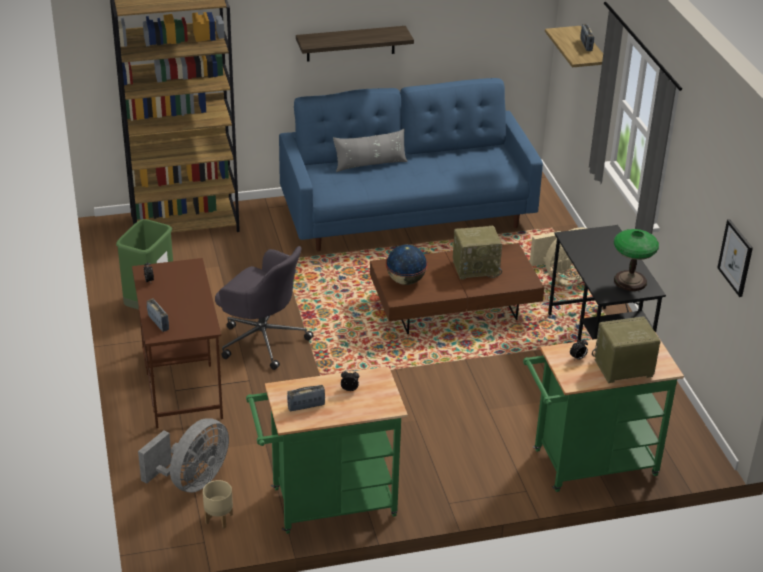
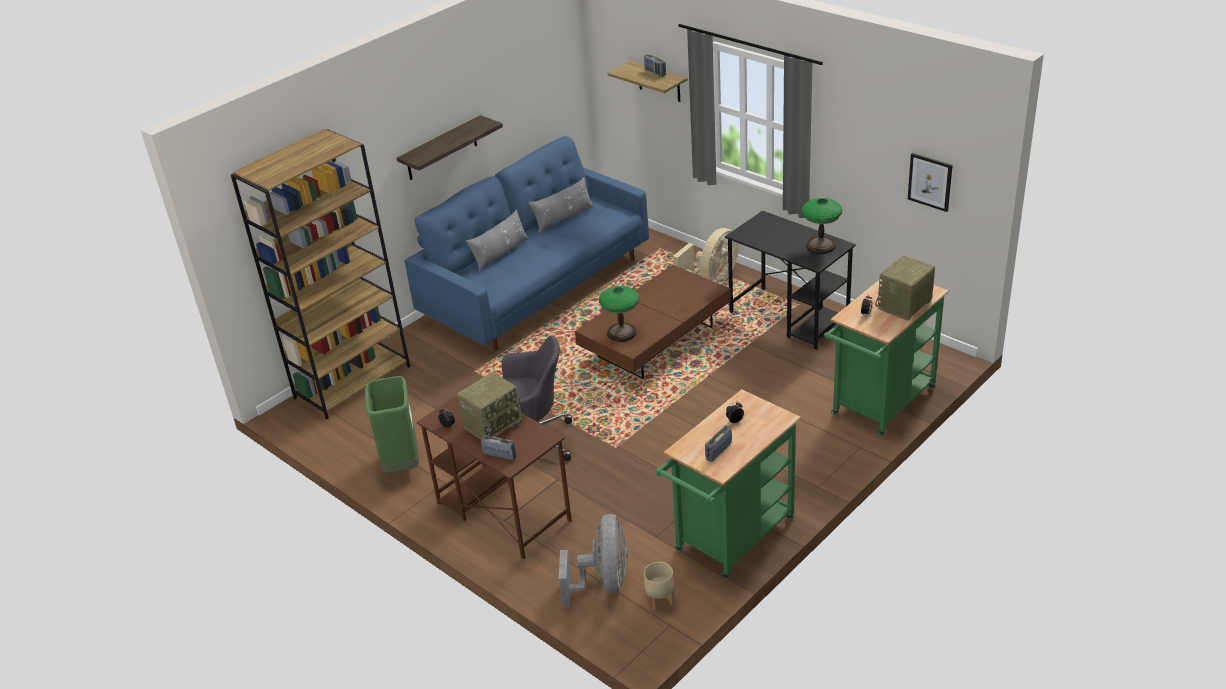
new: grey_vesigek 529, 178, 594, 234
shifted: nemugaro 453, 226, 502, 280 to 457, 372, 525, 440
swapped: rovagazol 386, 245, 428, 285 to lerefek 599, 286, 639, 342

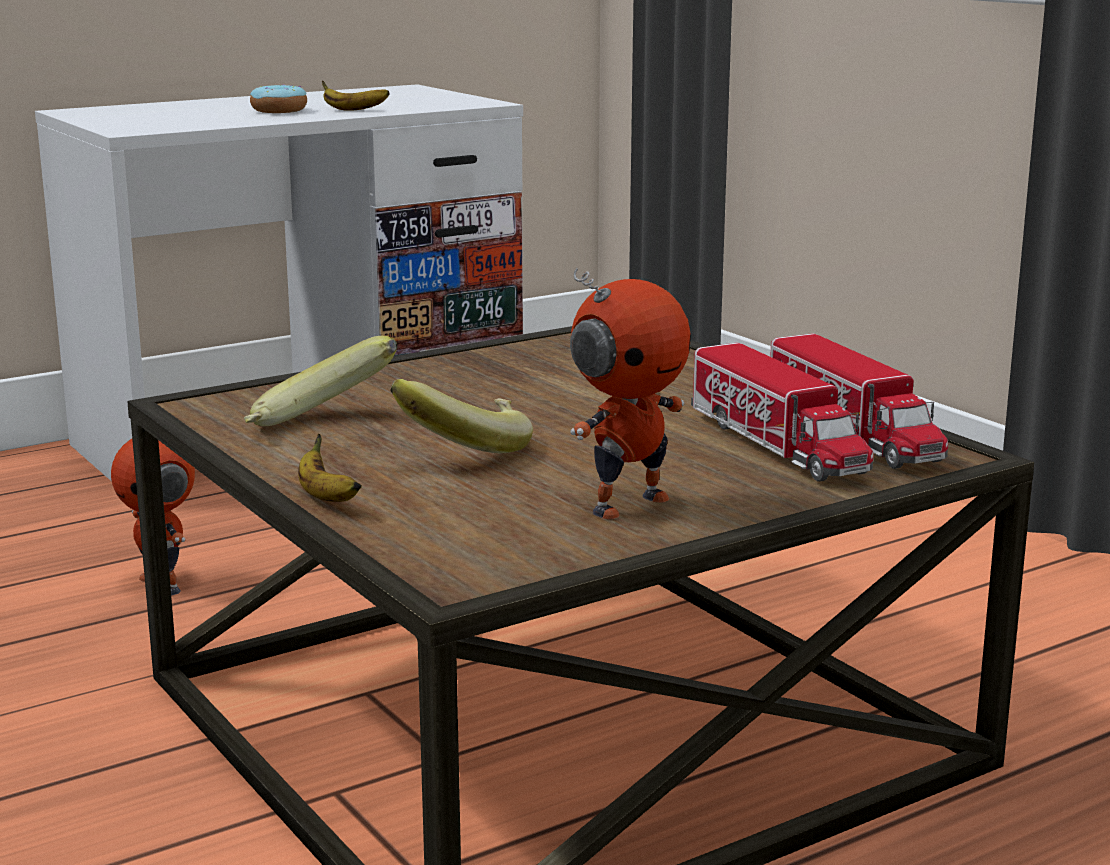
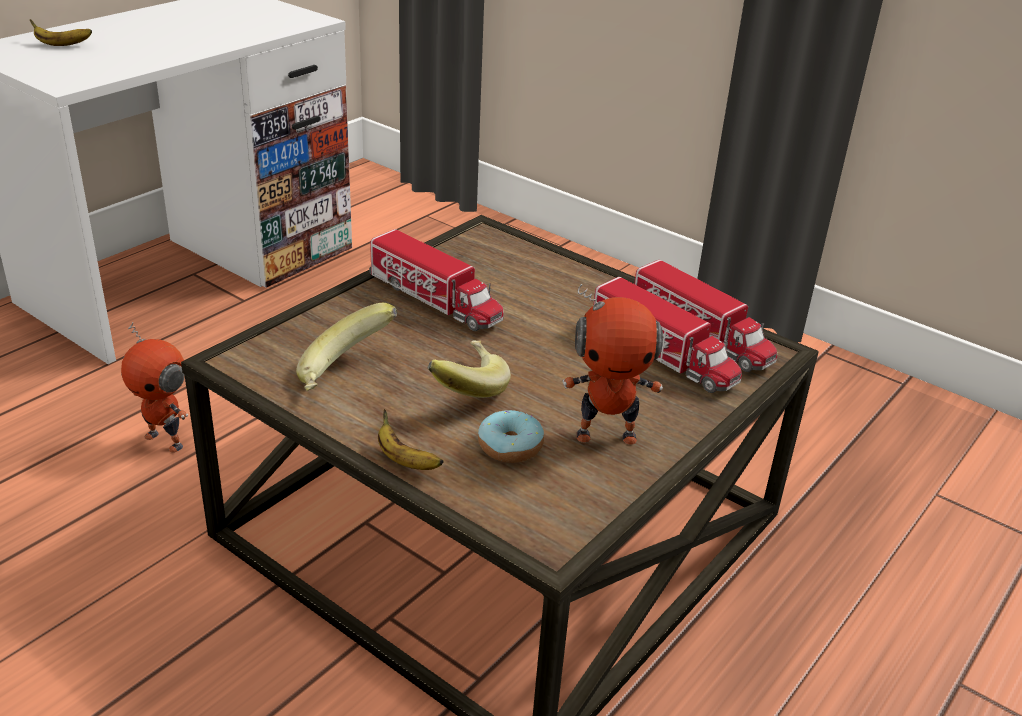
new: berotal 369, 229, 504, 331
shifted: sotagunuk 322, 81, 390, 111 to 30, 19, 92, 46; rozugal 250, 85, 307, 113 to 478, 410, 544, 463
rotated: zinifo 570, 268, 691, 519 = 562, 284, 663, 445 60 degrees clockwise

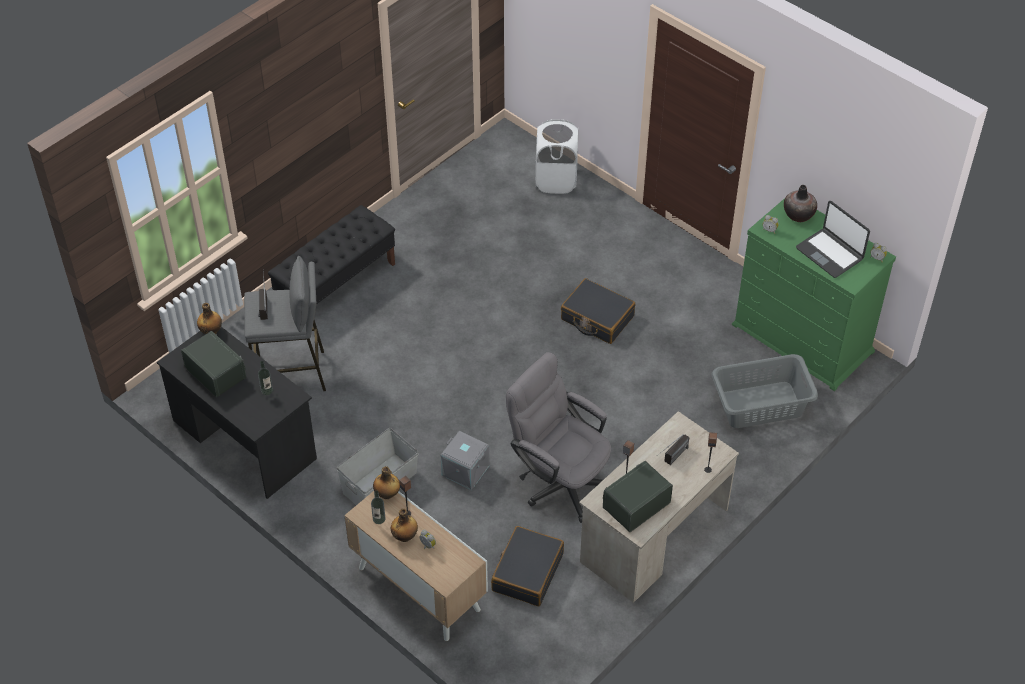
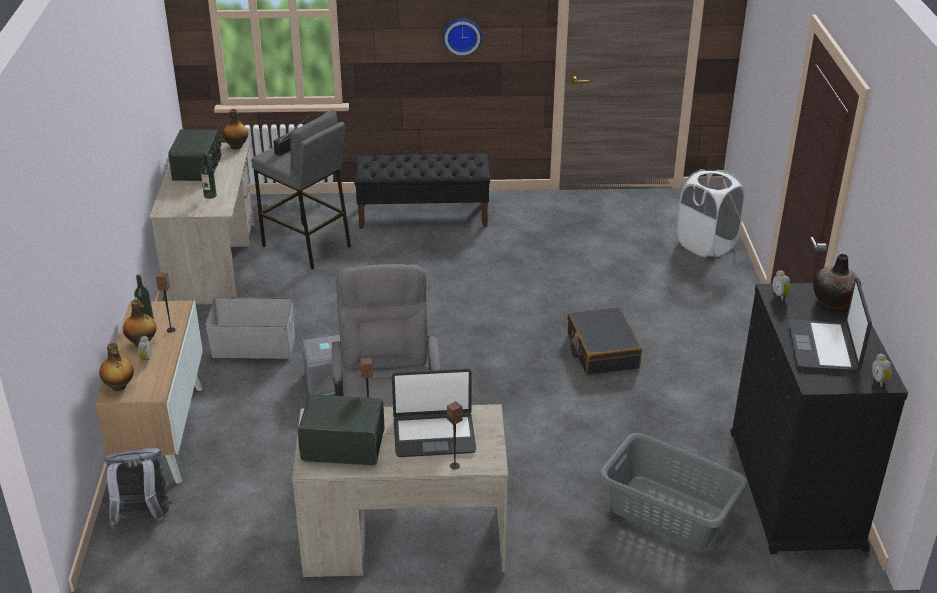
gone: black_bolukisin 491, 526, 564, 606
new: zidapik 443, 19, 482, 56; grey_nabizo 105, 448, 172, 528
shifted: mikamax 373, 466, 400, 499 to 99, 342, 134, 391
swapped: nemugaro 658, 434, 690, 465 to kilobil 392, 368, 476, 457
repainted: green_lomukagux 732, 198, 896, 391 to black_lomukagux 730, 283, 908, 554; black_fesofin 157, 327, 317, 499 to beige_fesofin 149, 142, 254, 305

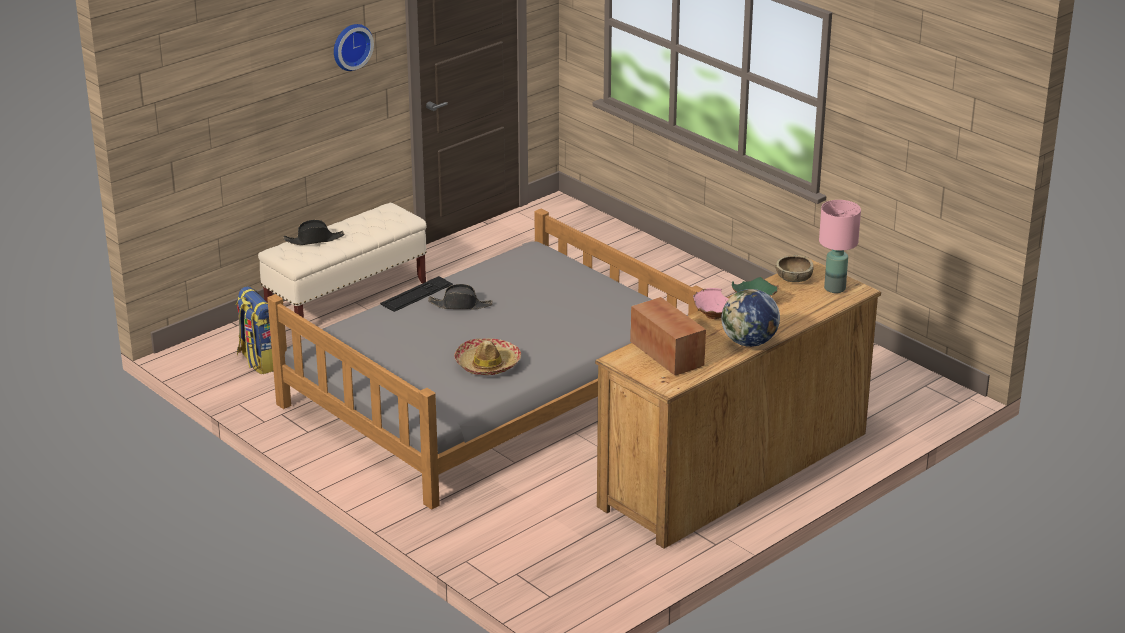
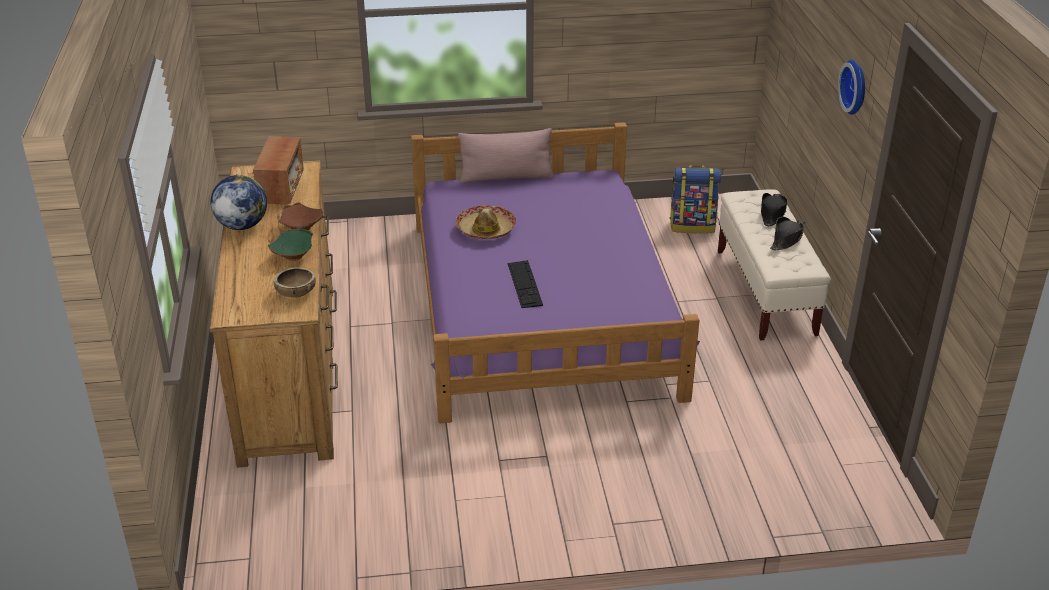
gone: pink_lerefek 819, 200, 861, 293
new: pink_vesigek 458, 128, 554, 183
shifted: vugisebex 380, 276, 453, 312 to 508, 260, 543, 308; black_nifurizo 428, 284, 493, 310 to 770, 217, 806, 250
repainted: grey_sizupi 267, 208, 703, 510 to purple_sizupi 411, 122, 700, 423; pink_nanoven 693, 288, 729, 319 to brown_nanoven 278, 202, 323, 230
rotated: nemugaro 630, 297, 706, 375 = 253, 137, 304, 204 90 degrees counterclockwise

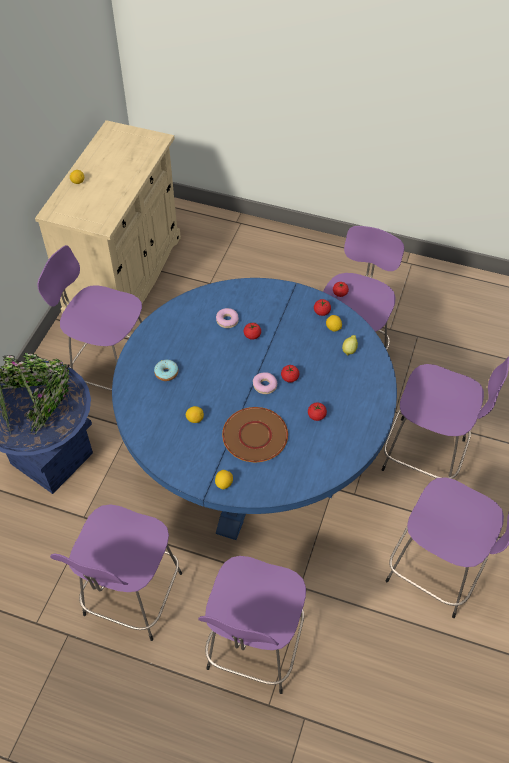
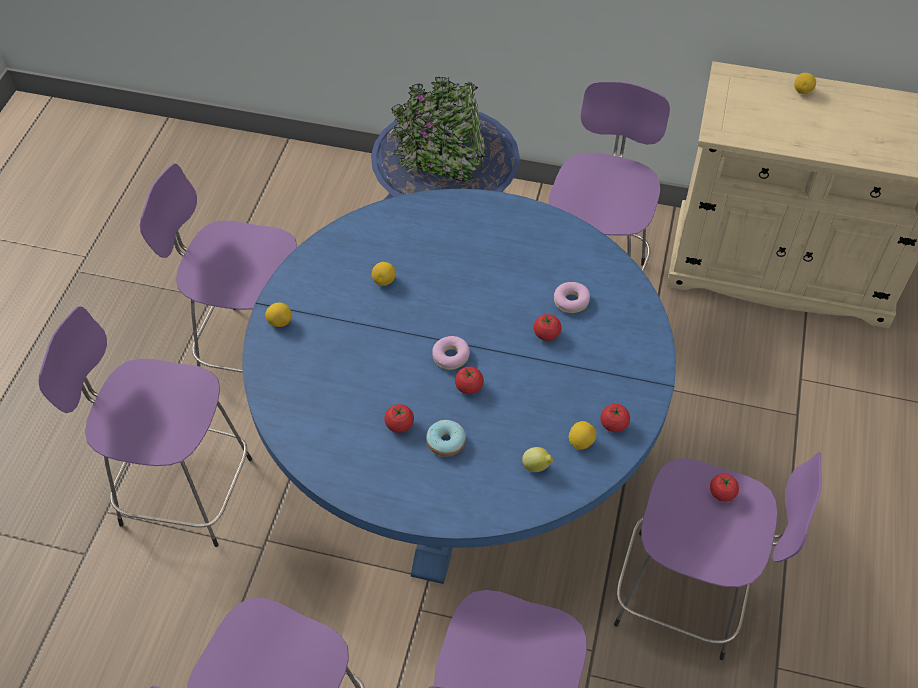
gone: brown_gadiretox 222, 407, 288, 462
shifted: rozugal 154, 360, 178, 381 to 426, 420, 466, 456

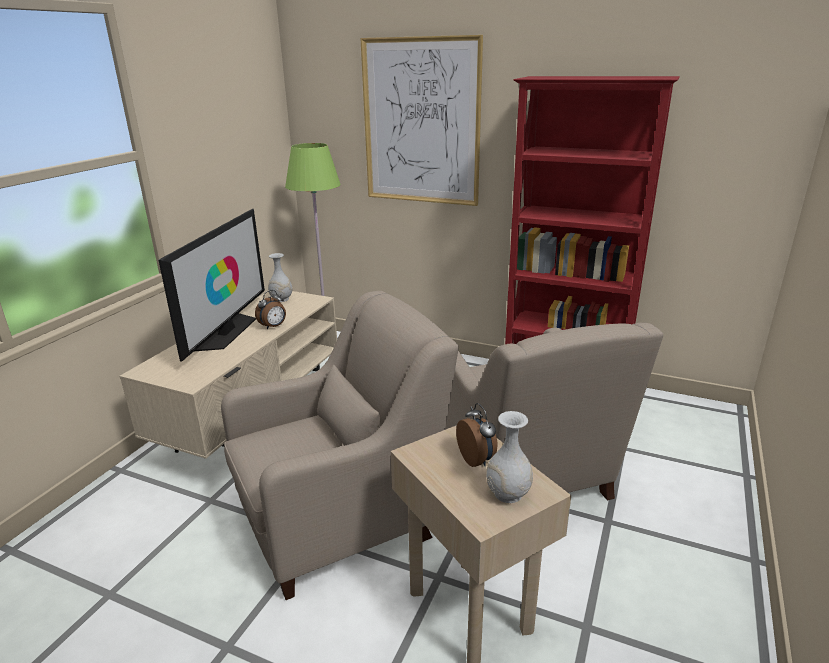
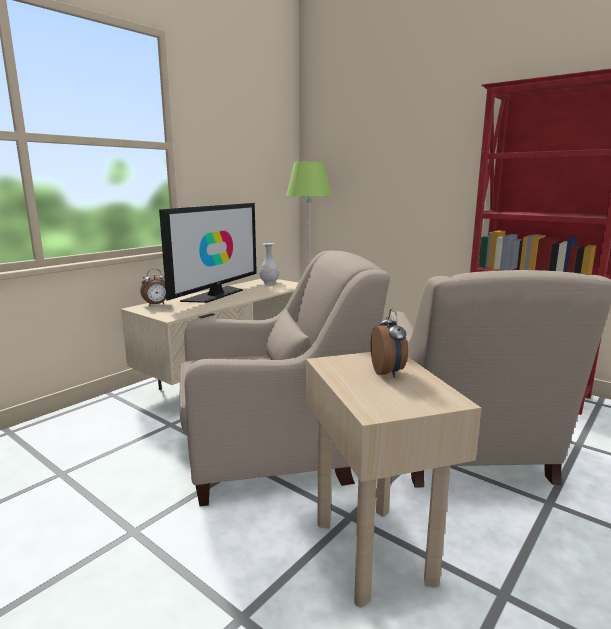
gone: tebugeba 360, 35, 483, 206; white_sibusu 486, 411, 533, 503
shifted: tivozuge 255, 290, 286, 330 to 140, 269, 166, 306

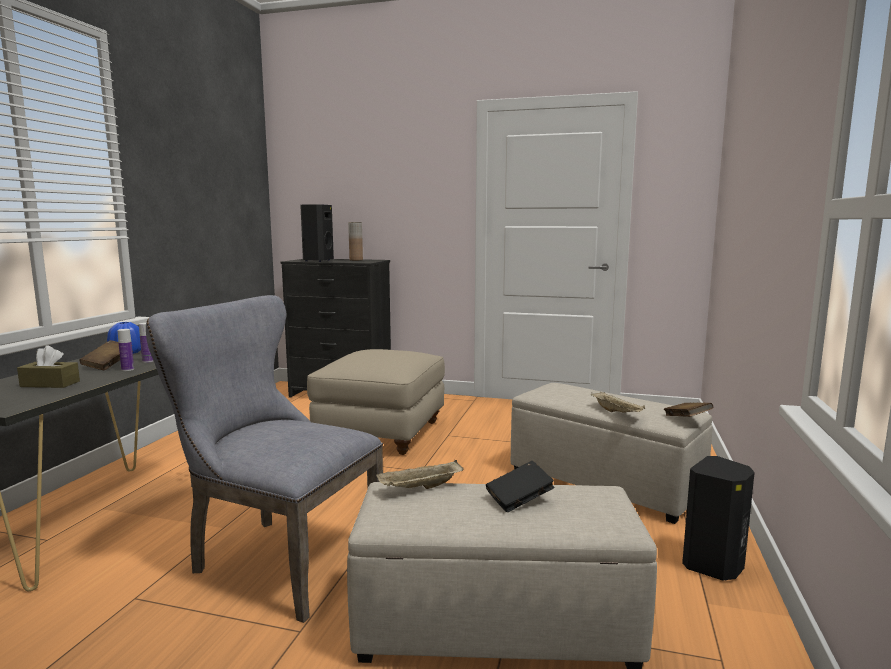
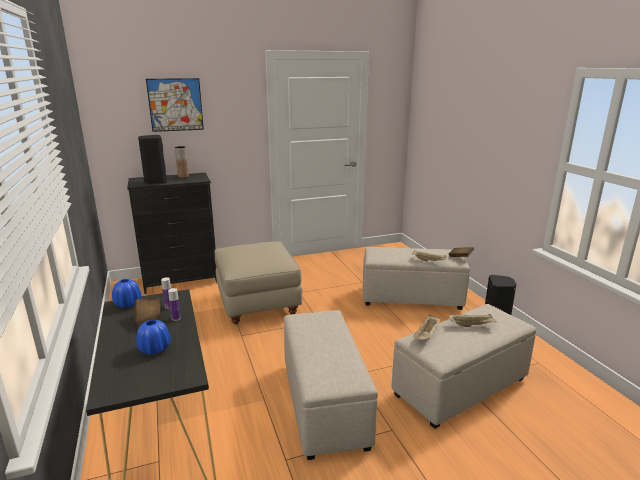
new: tebugeba 146, 78, 204, 132
swapped: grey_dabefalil 146, 295, 383, 623 to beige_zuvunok 284, 310, 378, 460; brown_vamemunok 17, 345, 80, 388 to blue_sibusu 136, 320, 171, 355; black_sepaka 486, 461, 554, 512 to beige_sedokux 449, 314, 496, 327

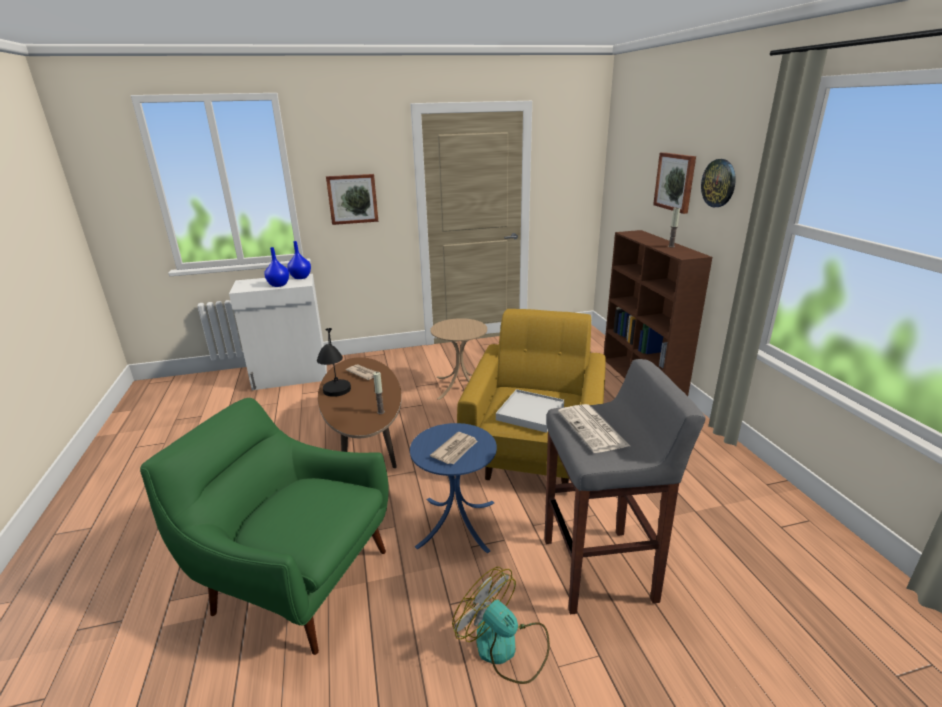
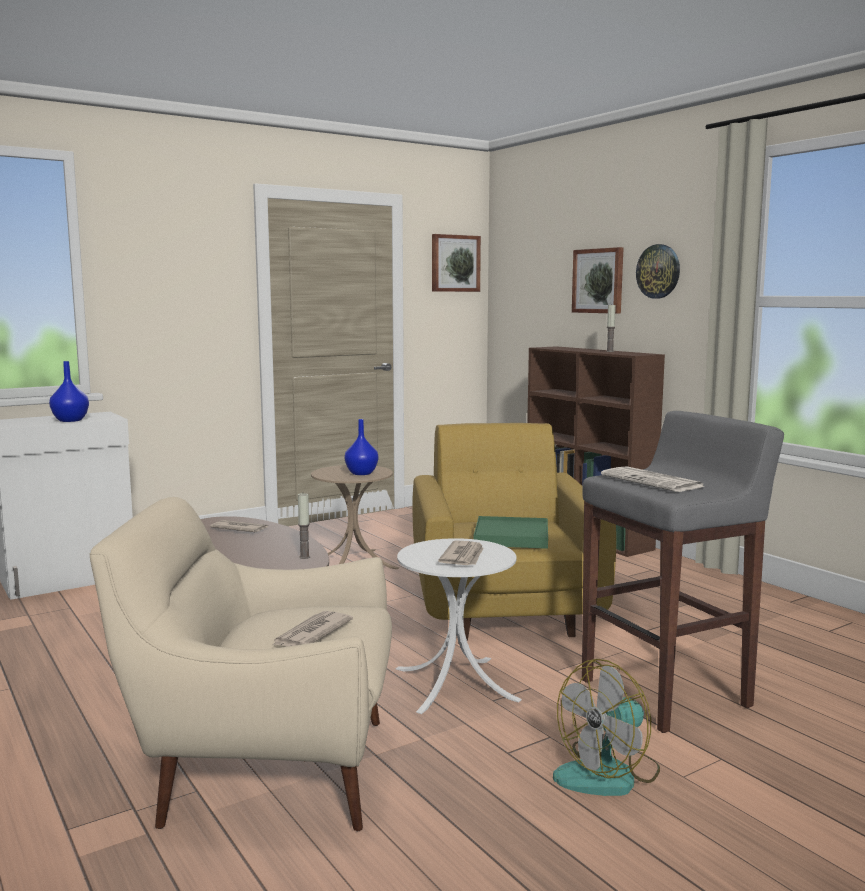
gone: black_lerefek 317, 328, 351, 397
new: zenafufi 271, 611, 353, 647
shifted: tebugeba 326, 174, 379, 225 to 432, 234, 481, 292; blue_sibusu 287, 241, 311, 279 to 345, 419, 378, 475
repainted: white_sedokux 496, 389, 564, 433 to green_sedokux 474, 516, 548, 549; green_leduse 140, 398, 389, 655 to beige_leduse 90, 497, 392, 831; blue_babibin 410, 423, 497, 553 to white_babibin 396, 538, 522, 714
rotated: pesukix 452, 567, 550, 684 = 553, 659, 660, 796 60 degrees counterclockwise

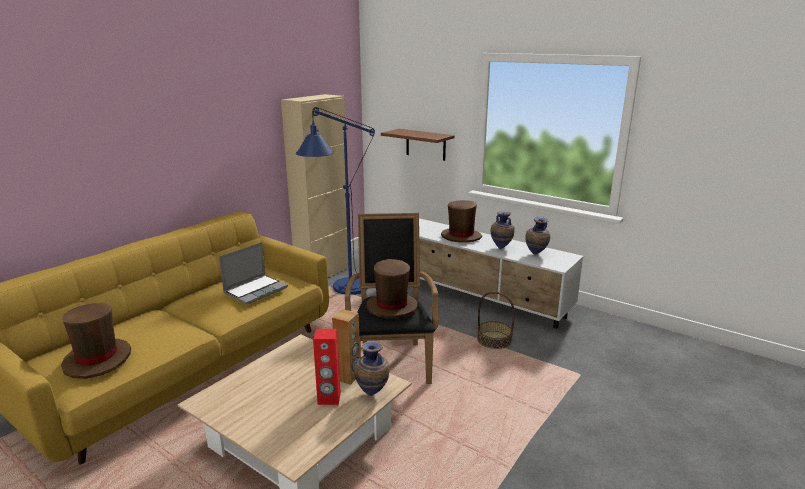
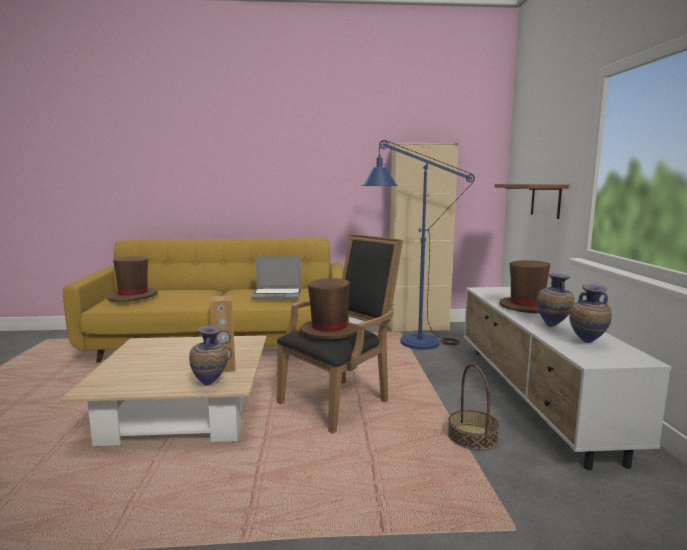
gone: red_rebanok 313, 329, 341, 405

